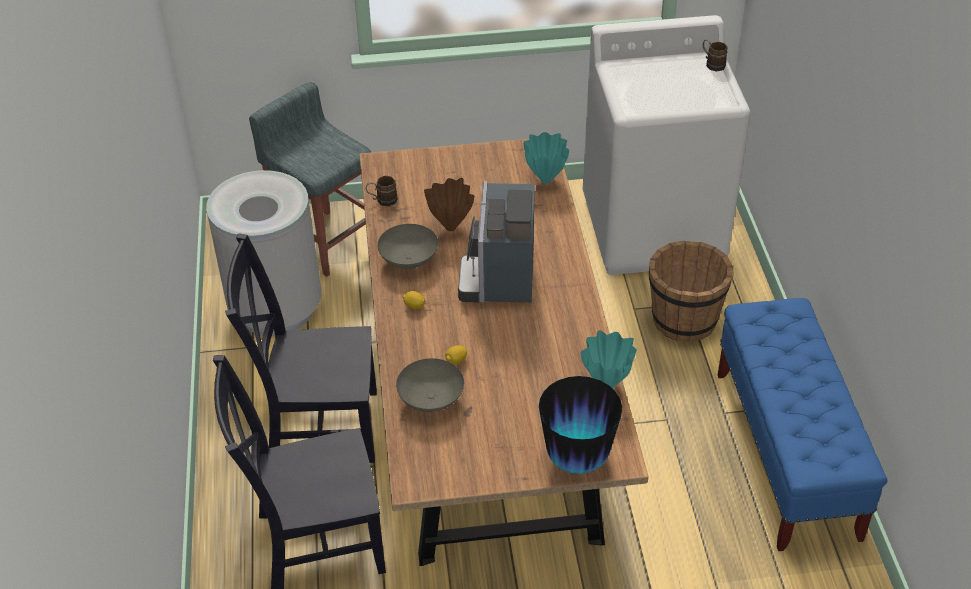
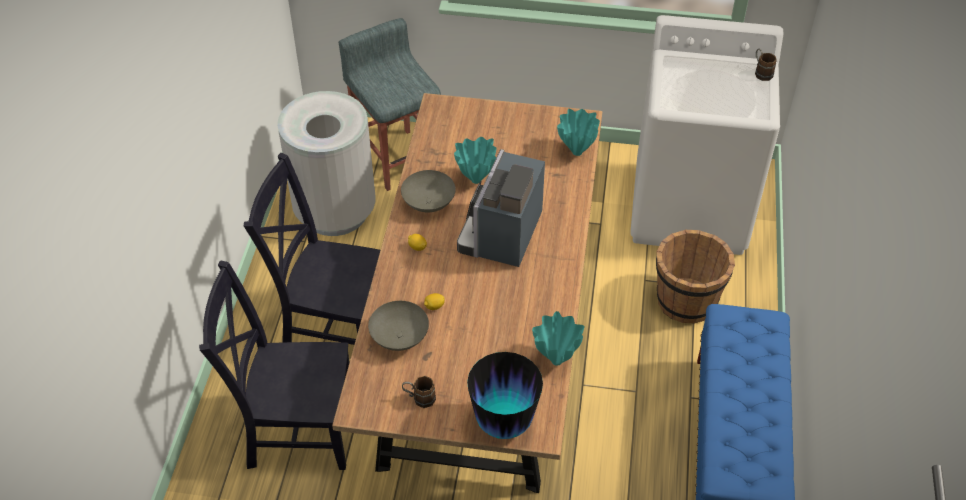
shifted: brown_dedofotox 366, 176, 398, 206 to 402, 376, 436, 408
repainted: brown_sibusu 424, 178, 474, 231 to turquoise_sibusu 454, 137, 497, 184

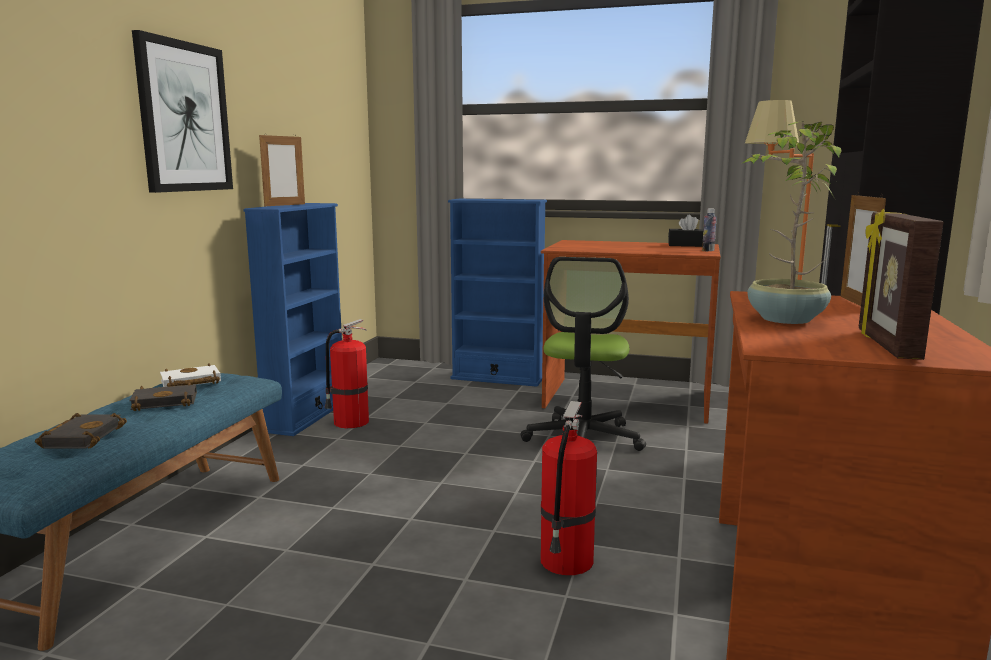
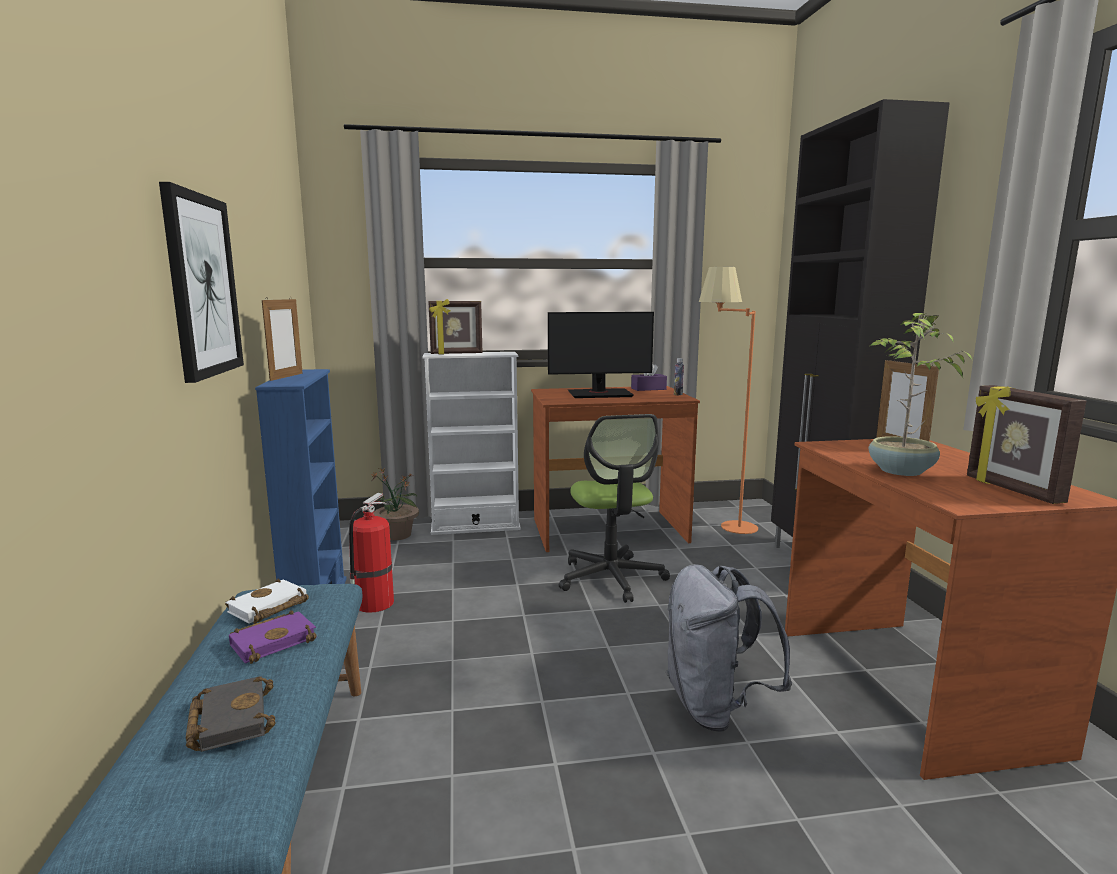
new: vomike 428, 299, 483, 355; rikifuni 548, 312, 654, 398; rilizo 370, 468, 419, 540
swapped: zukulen 541, 401, 597, 575 to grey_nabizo 666, 564, 792, 732
repainted: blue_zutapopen 448, 199, 547, 387 to white_zutapopen 423, 352, 521, 535; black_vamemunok 668, 215, 704, 247 to purple_vamemunok 631, 364, 667, 391; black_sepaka 129, 382, 197, 411 to purple_sepaka 229, 610, 317, 664

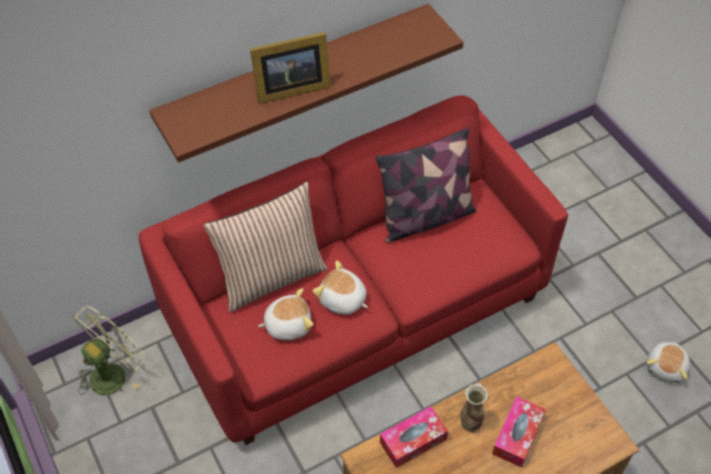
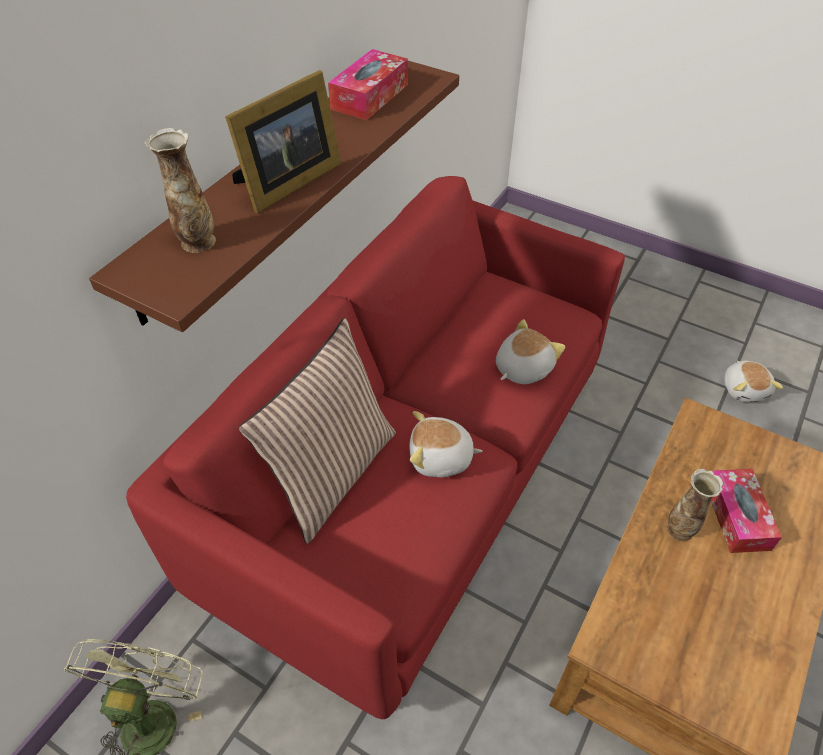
gone: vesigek 375, 127, 476, 243
new: sibusu 145, 128, 216, 253
shifted: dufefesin 258, 288, 313, 340 to 496, 319, 565, 384; vamemunok 380, 406, 448, 468 to 328, 49, 408, 120

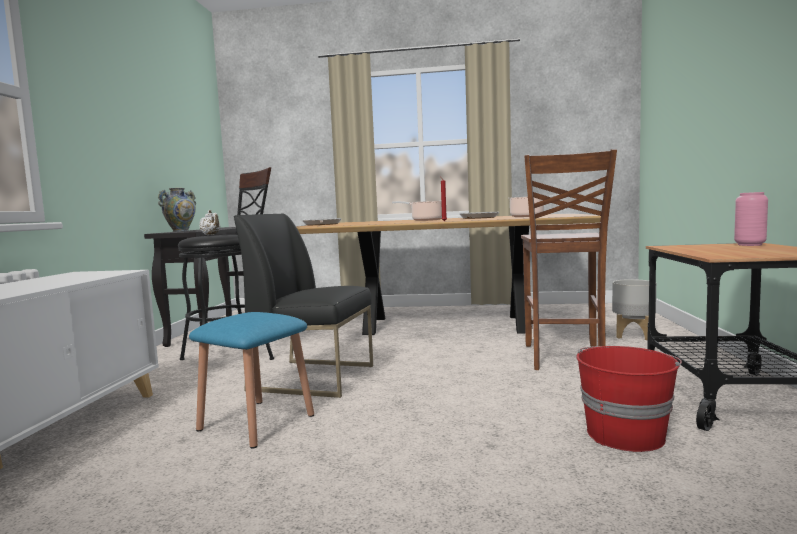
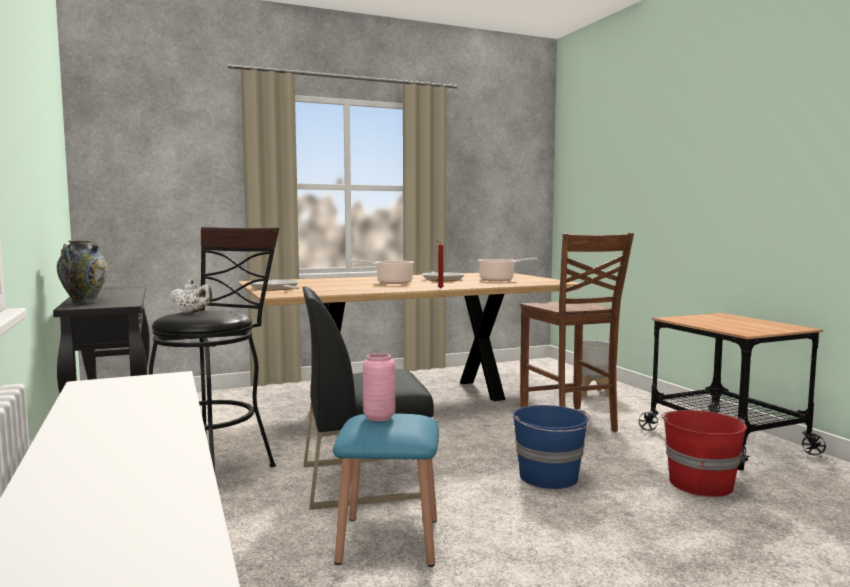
new: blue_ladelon 513, 405, 592, 489
shifted: pink_sibusu 734, 192, 768, 246 to 363, 353, 395, 421

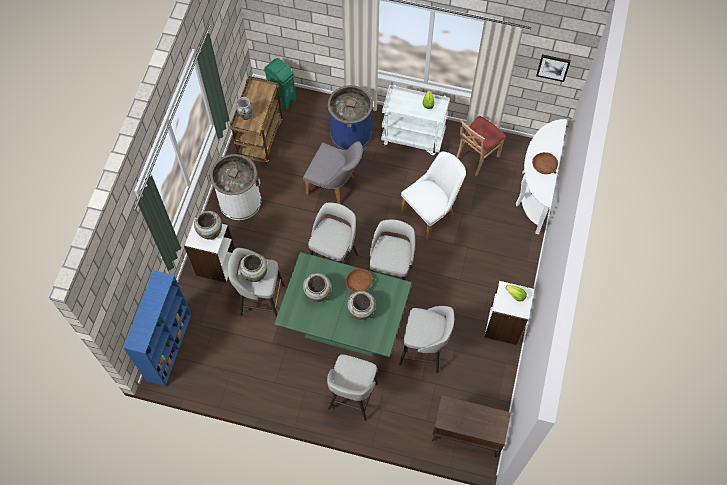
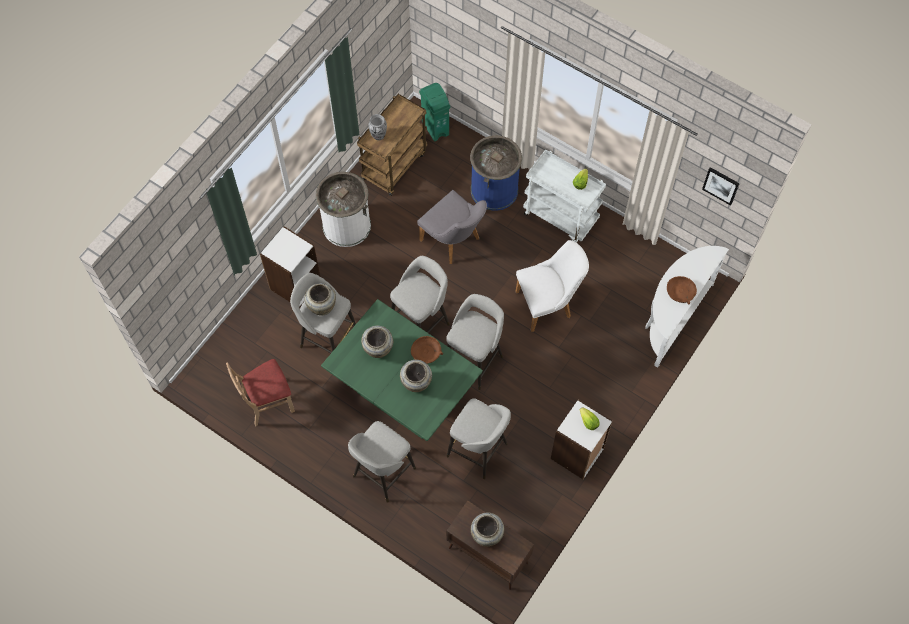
gone: blue_zutapopen 124, 270, 192, 386
shifted: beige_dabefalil 456, 116, 506, 176 to 226, 359, 295, 427; beige_sibusu 194, 211, 222, 240 to 471, 512, 504, 547

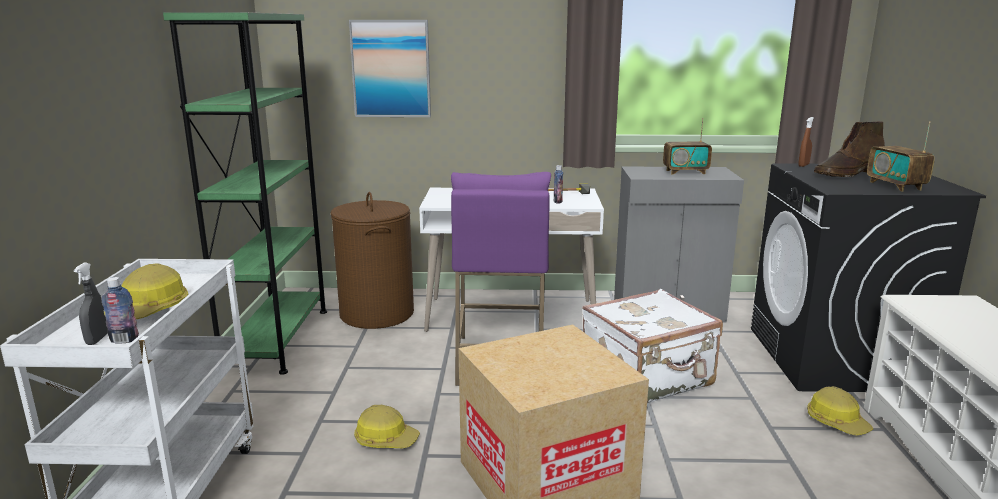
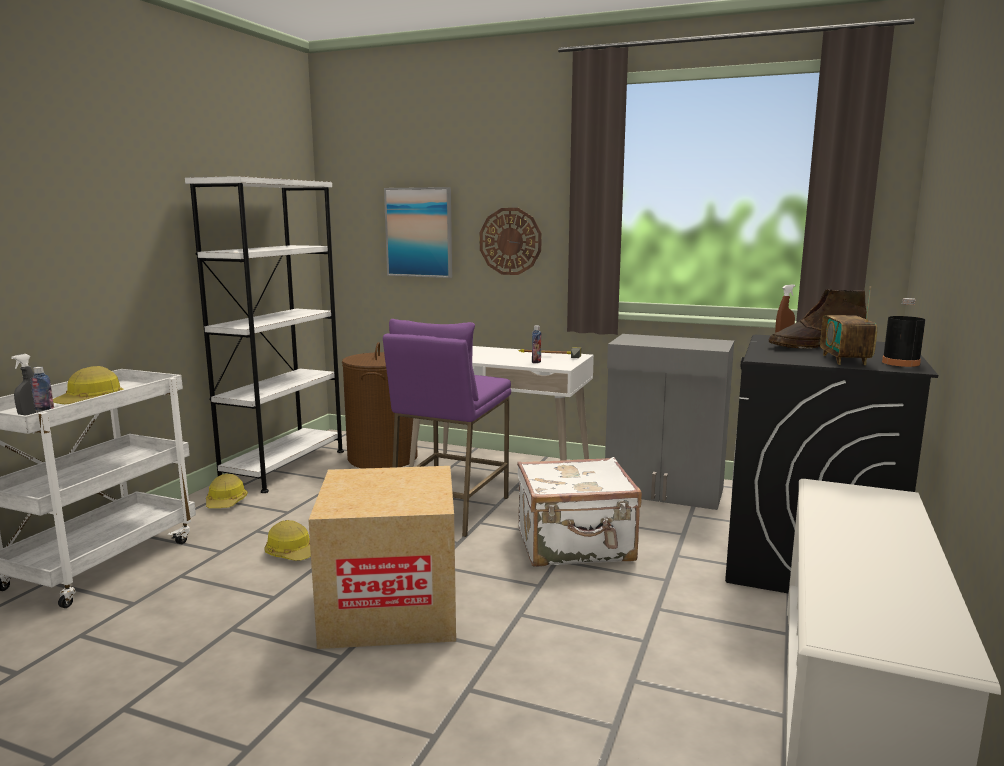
gone: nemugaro 663, 118, 712, 175
new: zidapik 480, 208, 542, 275; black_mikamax 882, 298, 925, 367
shifted: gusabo 807, 386, 873, 436 to 206, 474, 248, 508
repainted: green_zutapopen 163, 12, 327, 375 to white_zutapopen 185, 176, 344, 493

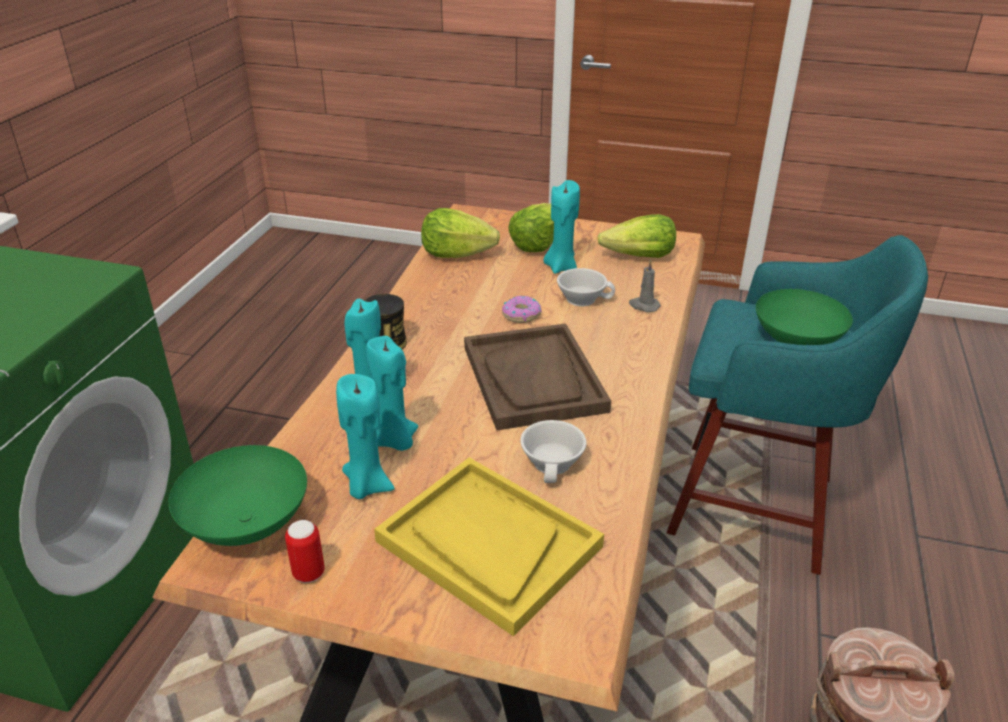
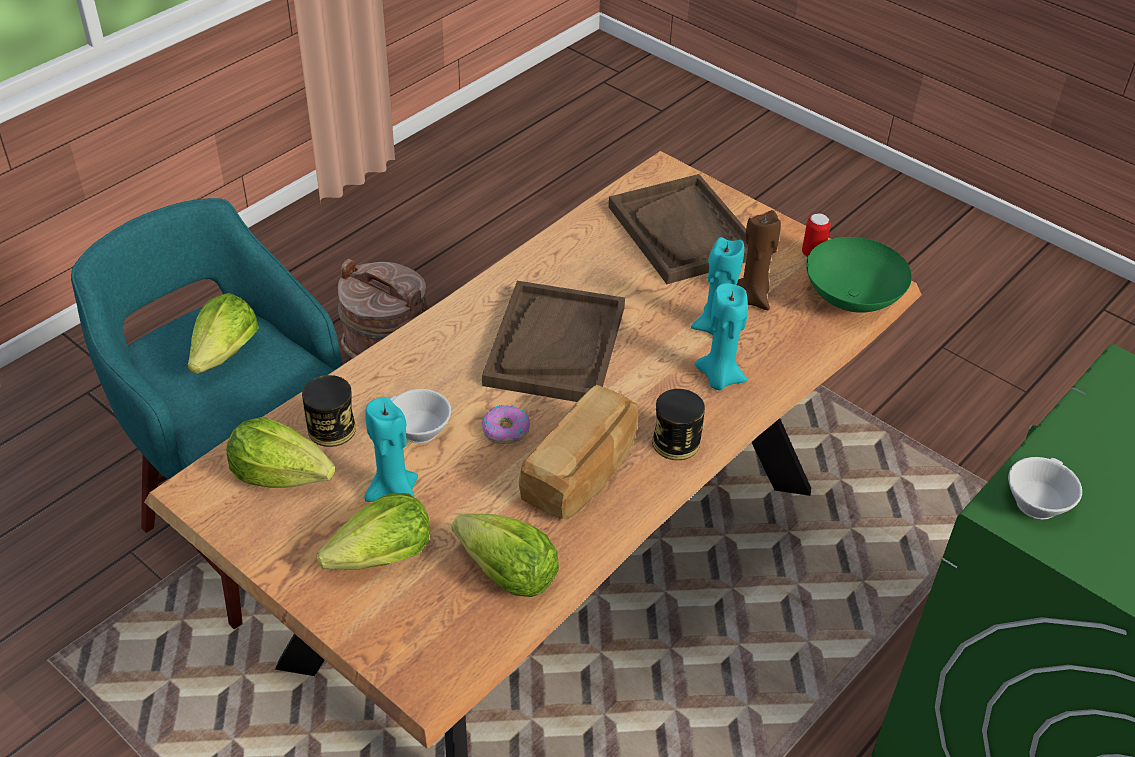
gone: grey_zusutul 629, 260, 661, 312
new: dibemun 302, 375, 356, 447; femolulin 519, 385, 638, 520
shifted: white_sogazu 520, 420, 587, 483 to 1008, 457, 1082, 520
swapped: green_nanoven 756, 289, 853, 345 to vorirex 188, 293, 259, 374
repainted: turquoise_zusutul 336, 374, 395, 499 to brown_zusutul 737, 210, 781, 310; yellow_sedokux 374, 457, 604, 637 to brown_sedokux 608, 174, 748, 284

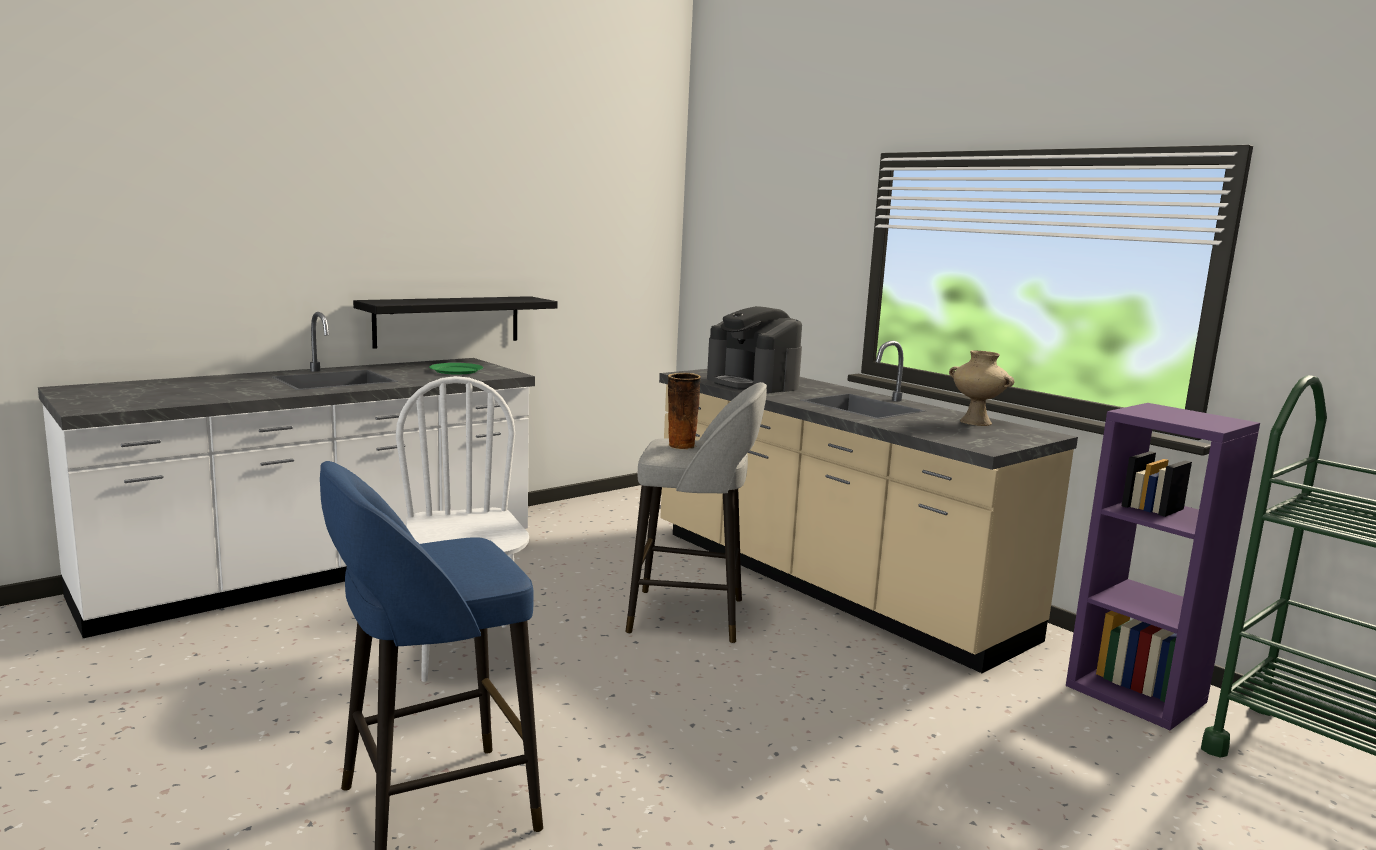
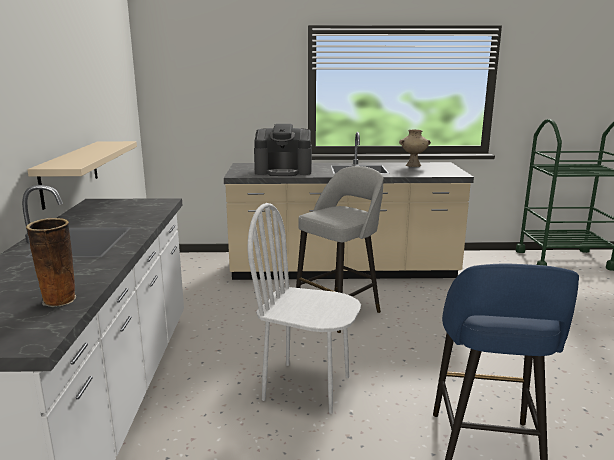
gone: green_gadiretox 429, 363, 483, 374; purple_zutapopen 1066, 403, 1260, 730
shifted: sibusu 667, 373, 701, 449 to 26, 218, 76, 307
repainted: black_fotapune 353, 296, 558, 349 to beige_fotapune 27, 141, 137, 210

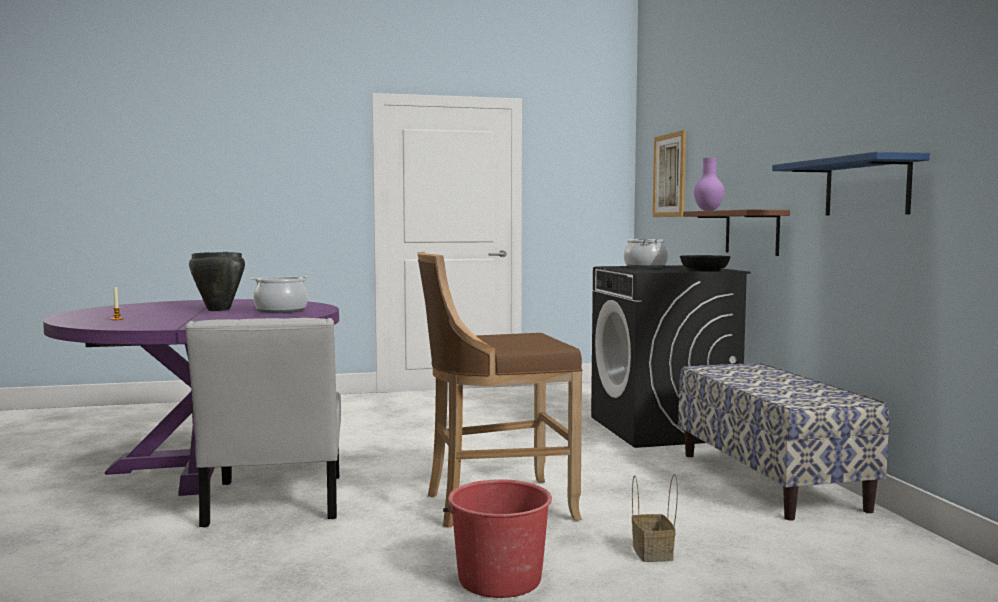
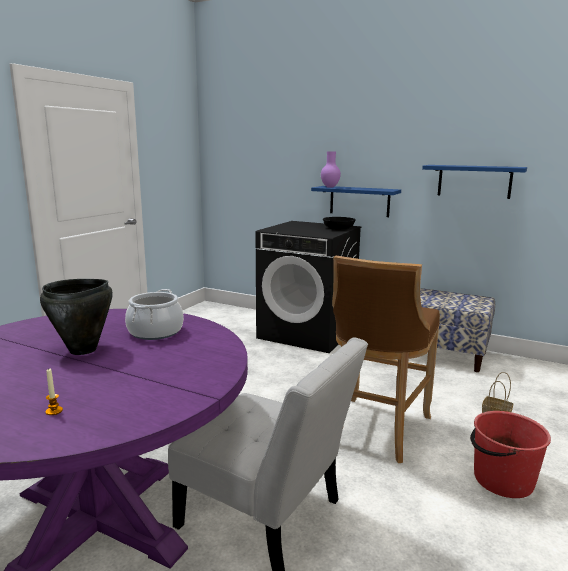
gone: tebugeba 653, 130, 686, 217; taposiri 624, 238, 668, 268
repainted: brown_fotapune 683, 210, 790, 256 to blue_fotapune 311, 186, 401, 217

